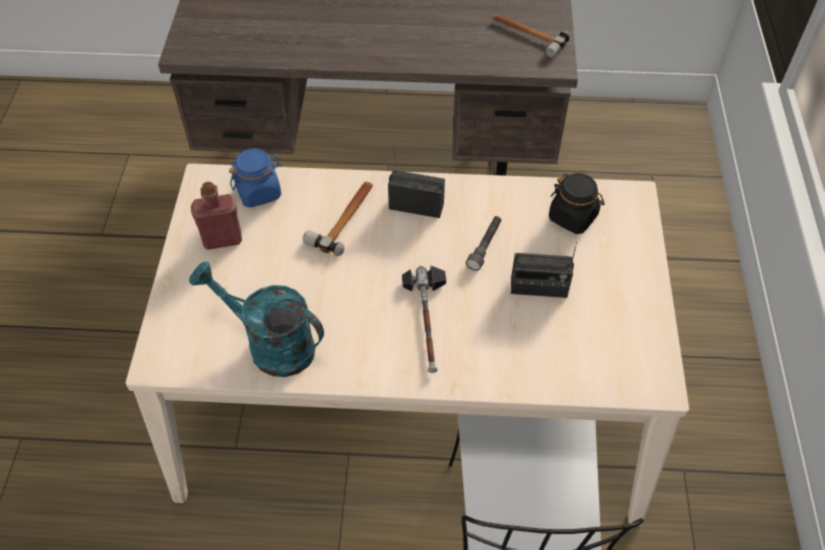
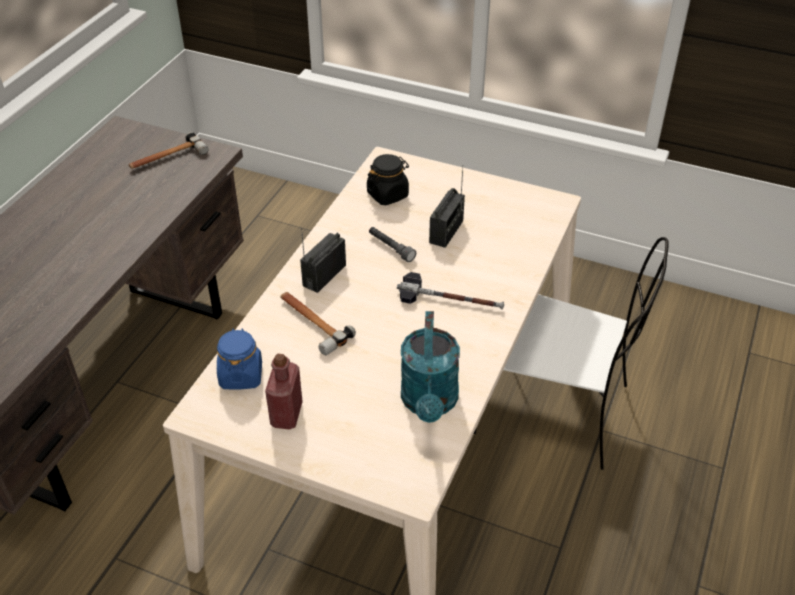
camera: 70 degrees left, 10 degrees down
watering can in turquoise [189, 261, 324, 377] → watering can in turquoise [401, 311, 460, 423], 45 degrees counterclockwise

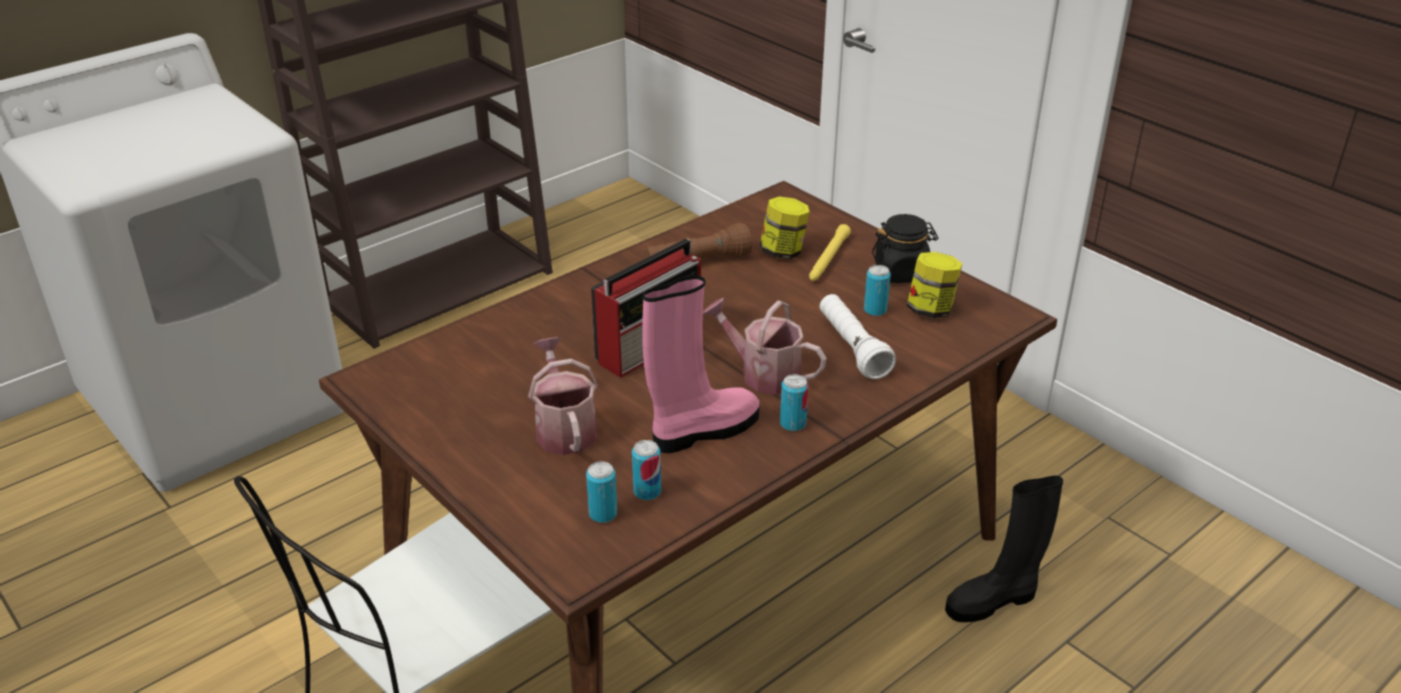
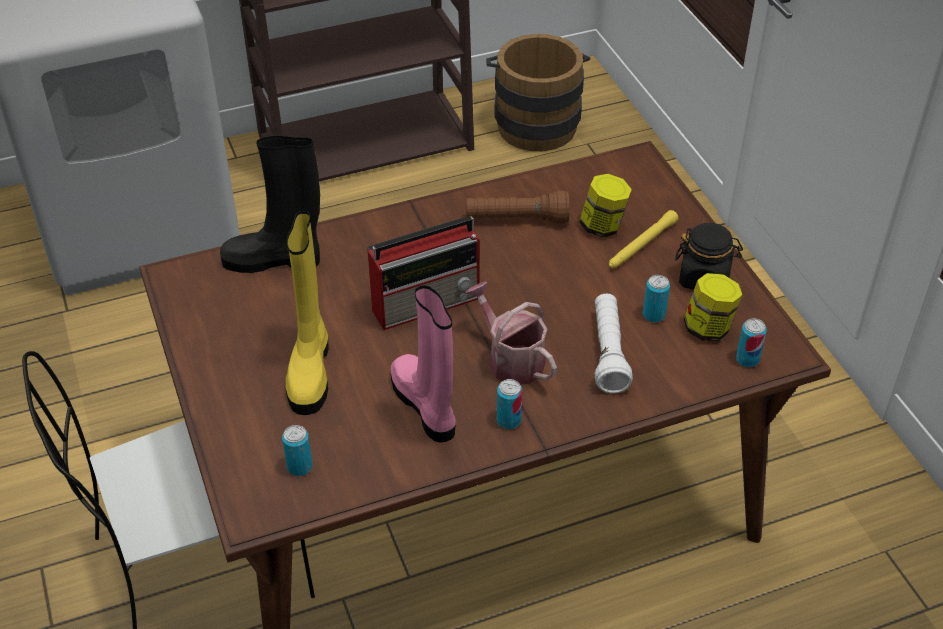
camera: 20 degrees right, 10 degrees up
watering can [528, 337, 598, 455] → boot in yellow [285, 211, 329, 415]
can [632, 440, 661, 500] → can [736, 318, 767, 367], shifted
boot in pink [642, 275, 760, 453] → boot in pink [391, 285, 456, 443], 105 degrees counterclockwise
boot in black [945, 476, 1063, 622] → boot in black [220, 136, 320, 273], shifted
- → bucket in brown [486, 34, 590, 151]

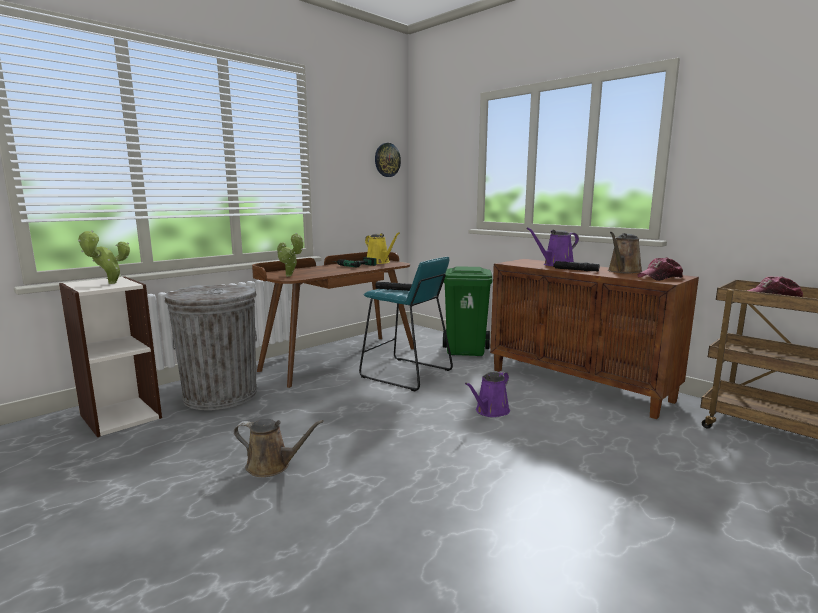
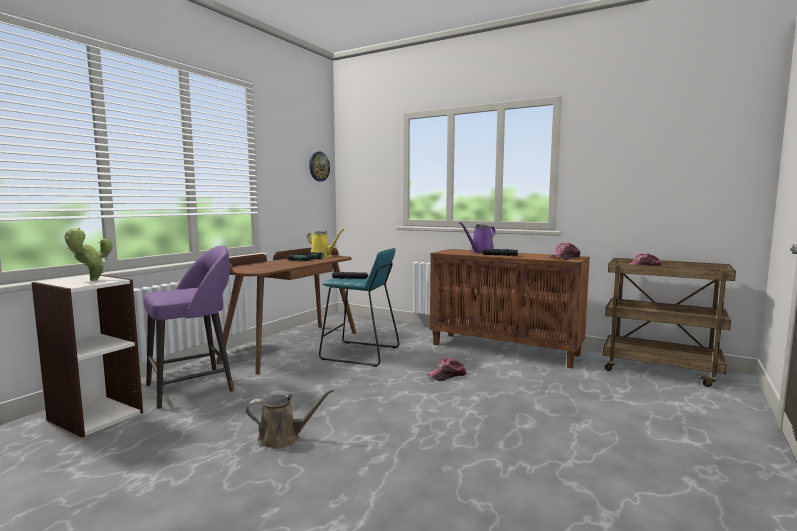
camera: 15 degrees left, 5 degrees down
trash can in grey [165, 285, 257, 410] → stool in purple [144, 246, 234, 409]
potted plant [277, 233, 303, 277] → -
trash can in green [443, 266, 493, 356] → -
watering can in purple [465, 371, 510, 417] → cap [427, 359, 466, 381]
watering can in brown [608, 232, 643, 274] → -

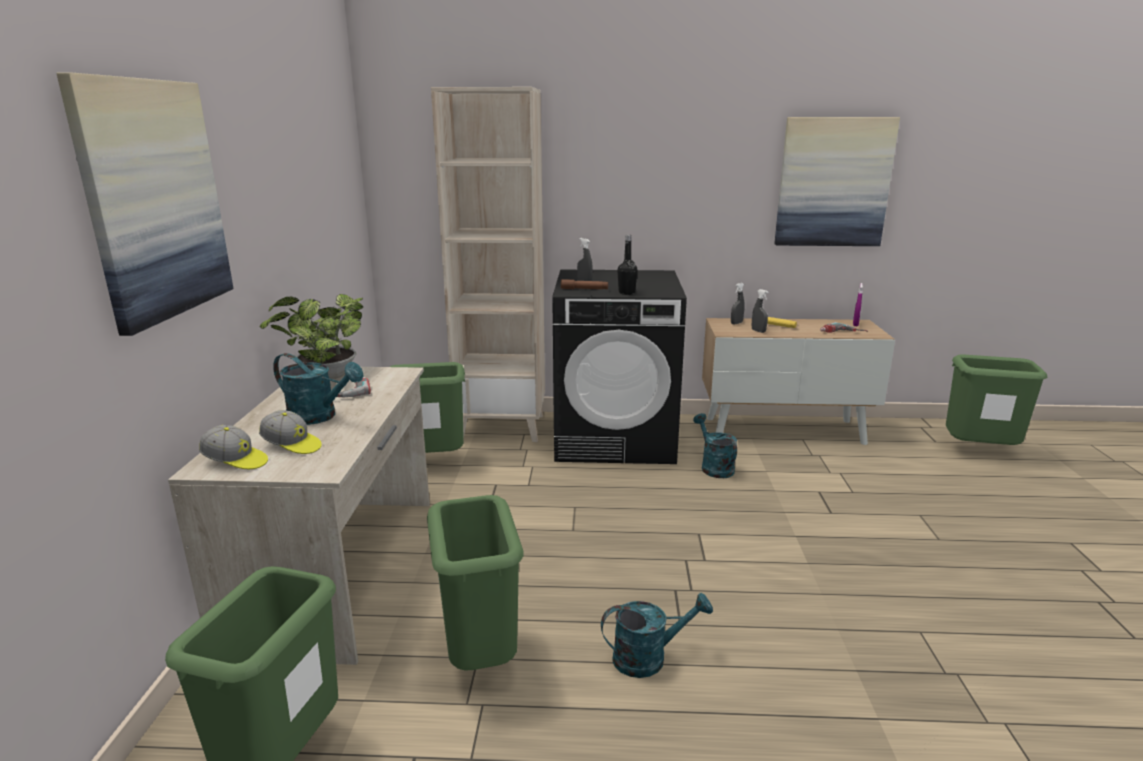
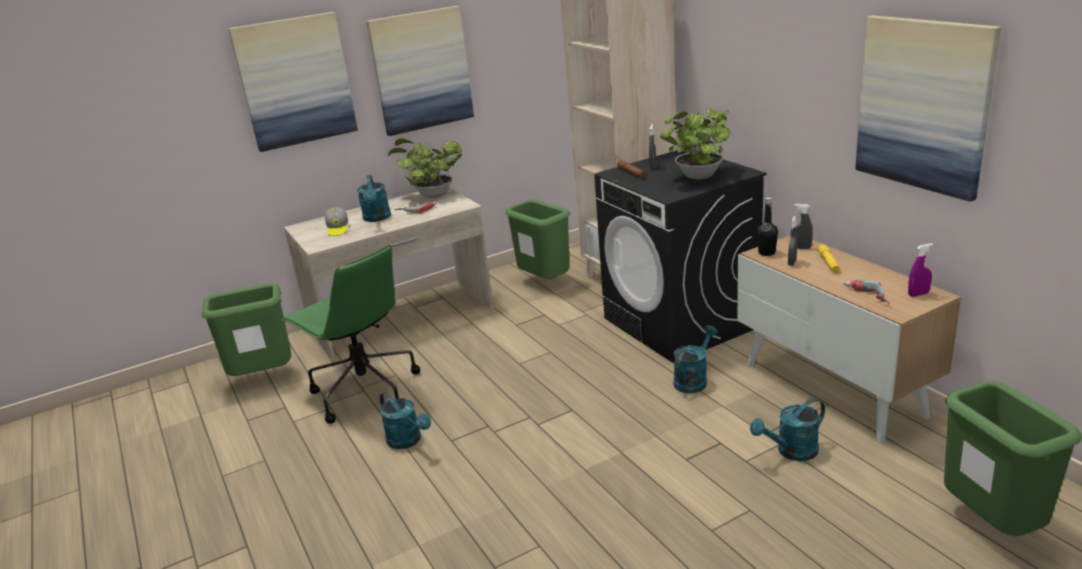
camera: 60 degrees right, 5 degrees up
cap [199, 425, 268, 469] → -
trash can in green [427, 495, 524, 671] → office chair in green [281, 245, 420, 424]
bottle in black [617, 235, 638, 295] → bottle in black [757, 197, 778, 256], shifted
- → picture [367, 6, 474, 136]
- → potted plant [660, 108, 730, 179]
- → watering can in turquoise [750, 398, 825, 461]

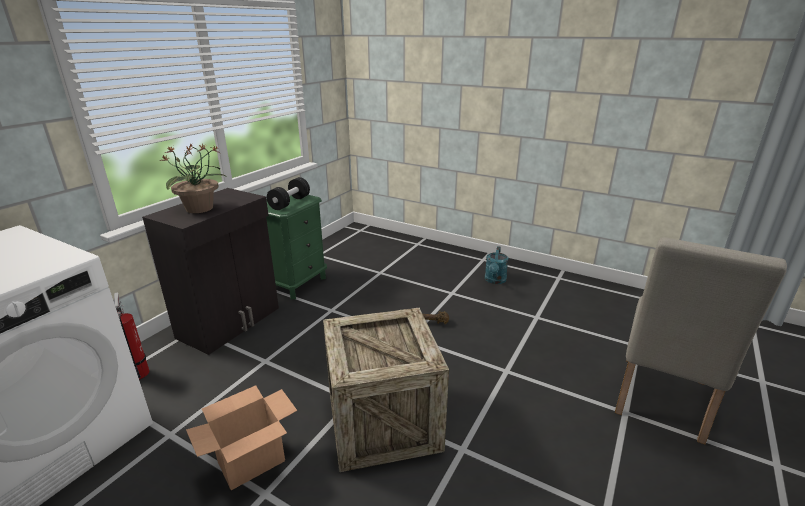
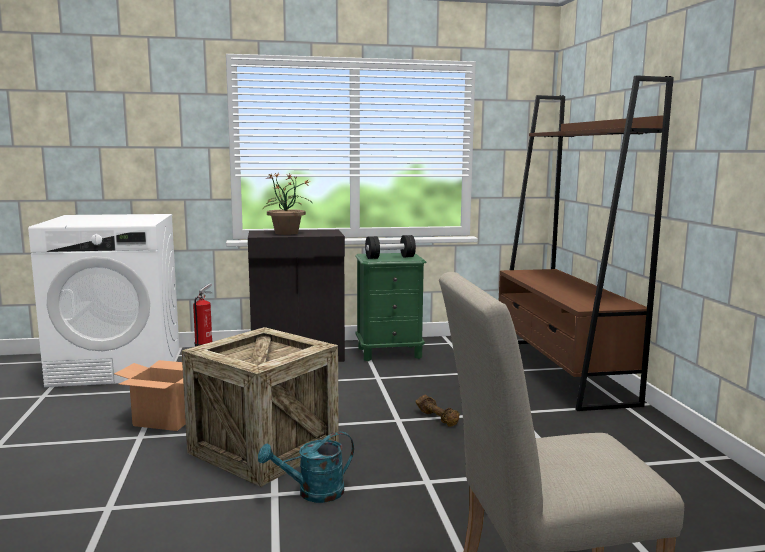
camera: 50 degrees right, 15 degrees down
watering can in turquoise [485, 246, 508, 284] → watering can in turquoise [258, 432, 354, 503], shifted
- → bookcase in brown [499, 75, 674, 411]

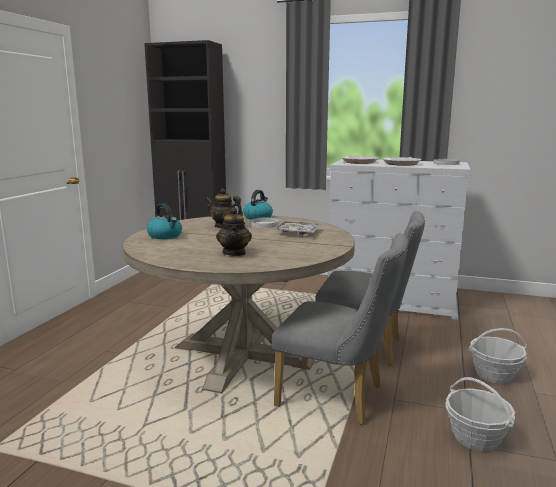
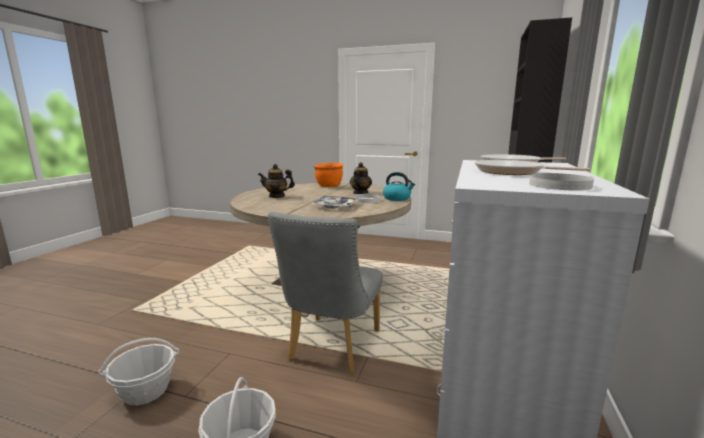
camera: 90 degrees right, 0 degrees up
kettle [147, 203, 182, 239] → cooking pot in orange [314, 163, 344, 187]
chair in grey [272, 233, 408, 425] → -

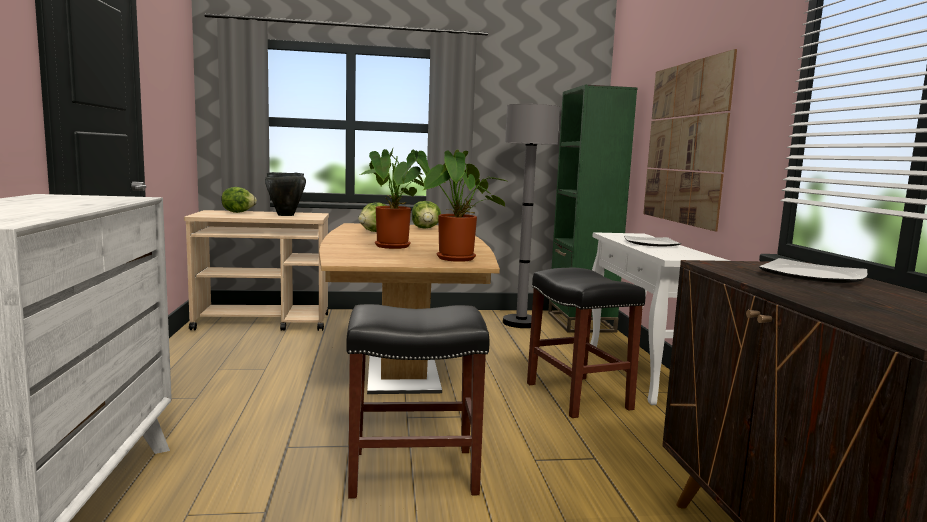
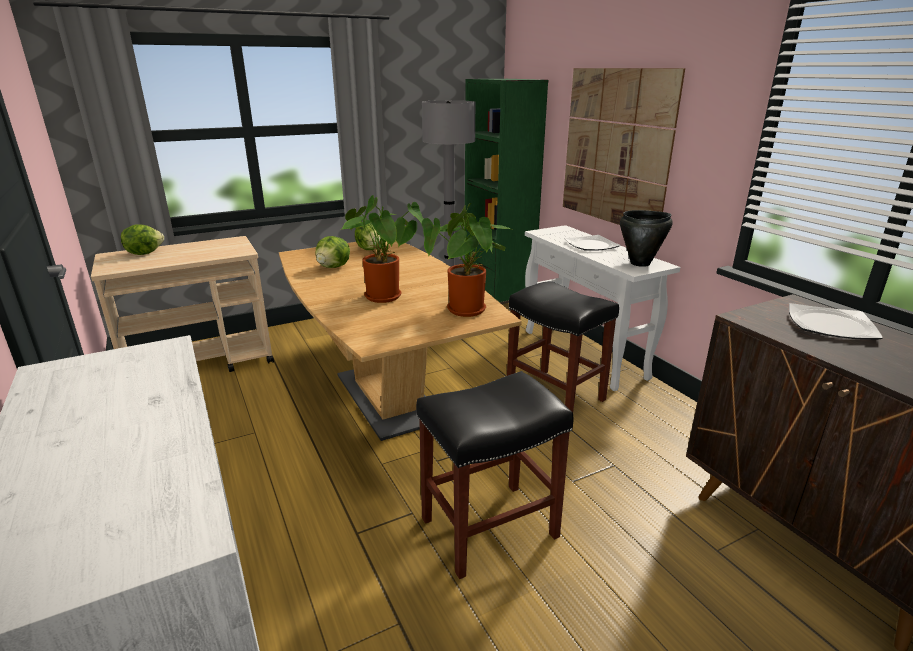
camera: 20 degrees left, 15 degrees up
cooking pot in black [265, 172, 306, 216] → cooking pot in black [620, 210, 673, 267], shifted

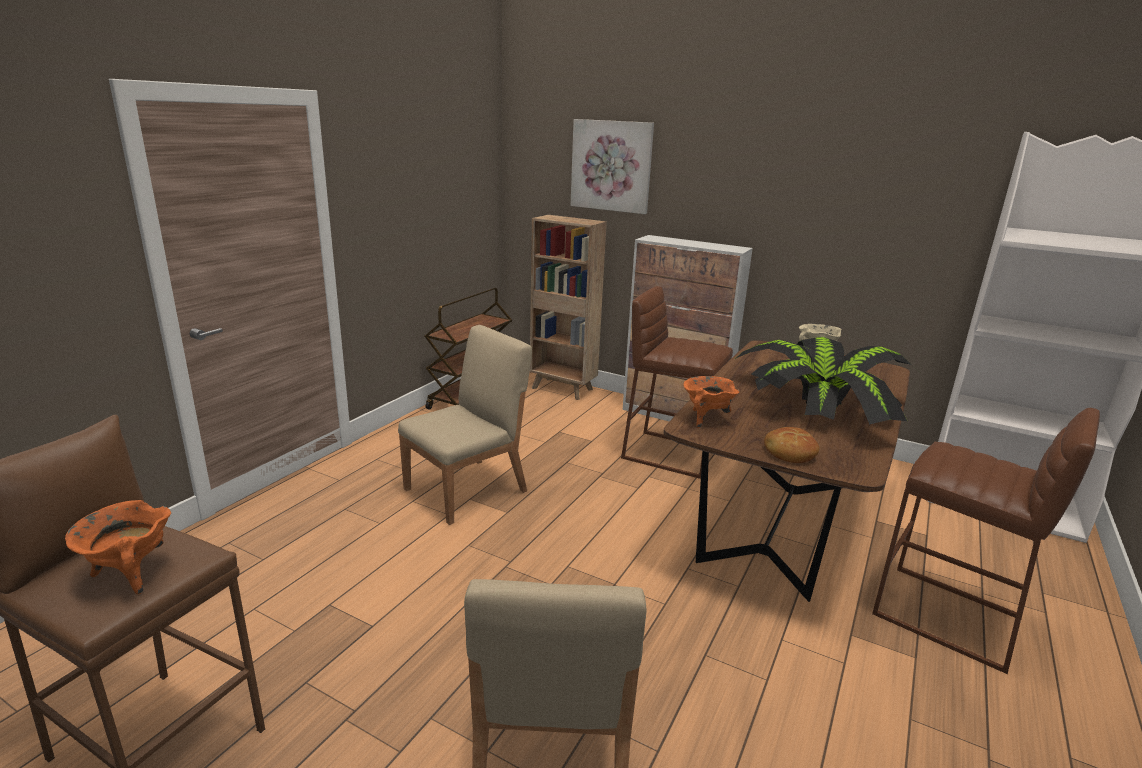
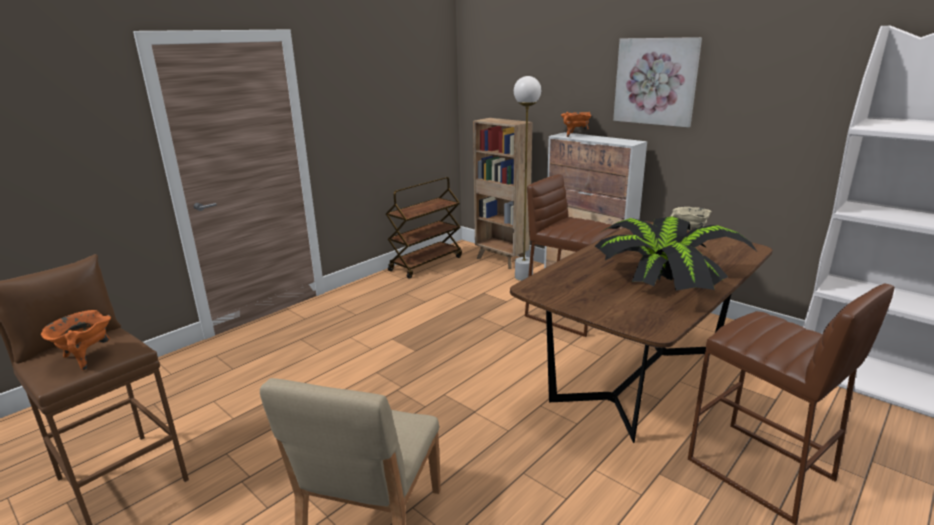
camera: 15 degrees right, 0 degrees up
chair in beige [398, 325, 532, 525] → -
picture [570, 119, 654, 214] → picture [613, 37, 702, 127], shifted
cooking pot in orange [683, 376, 739, 428] → cooking pot in orange [561, 112, 592, 137], shifted
bread [764, 427, 819, 463] → -
- → floor lamp in white [514, 76, 541, 281]

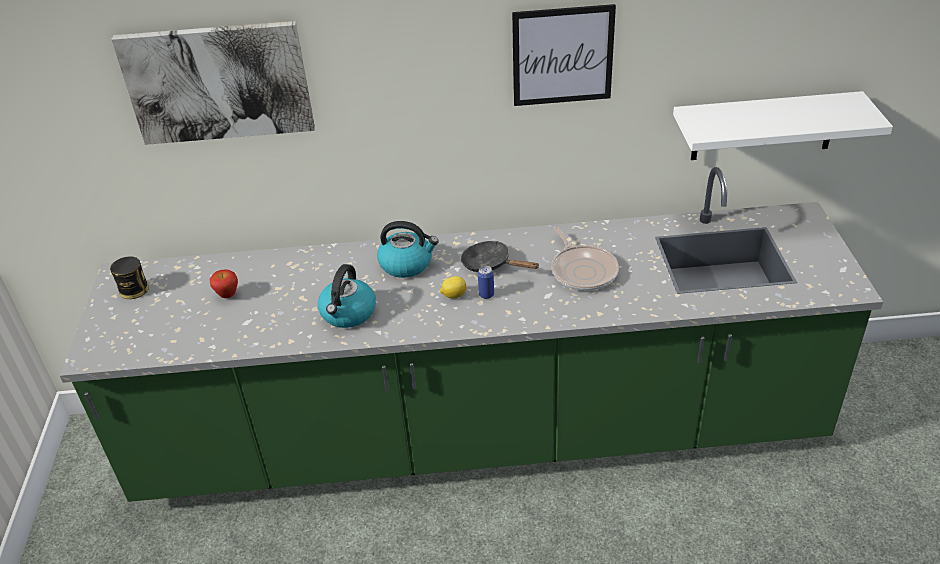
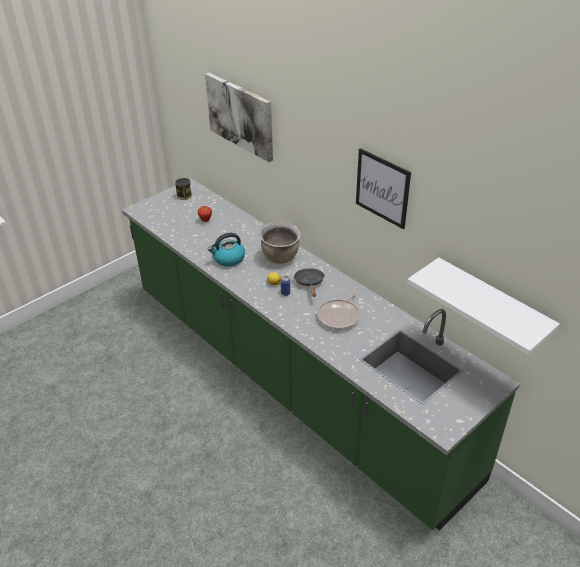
camera: 50 degrees right, 0 degrees up
kettle [377, 221, 439, 278] → cooking pot in brown [260, 222, 301, 264]

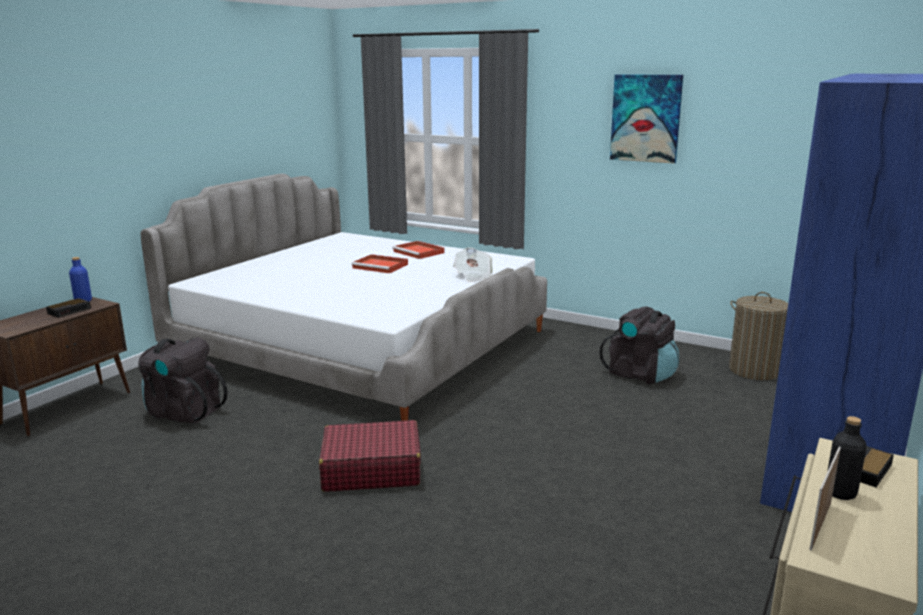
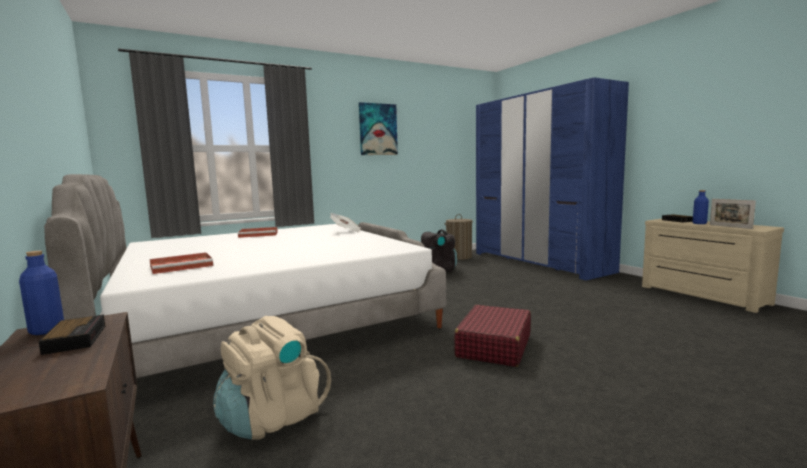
camera: 60 degrees left, 10 degrees down
backpack in black [138, 337, 228, 424] → backpack in beige [213, 316, 331, 440]
tray in red [351, 254, 408, 273] → tray in red [150, 252, 214, 274], shifted
bottle in black [827, 416, 867, 500] → bottle in blue [693, 190, 709, 224]

